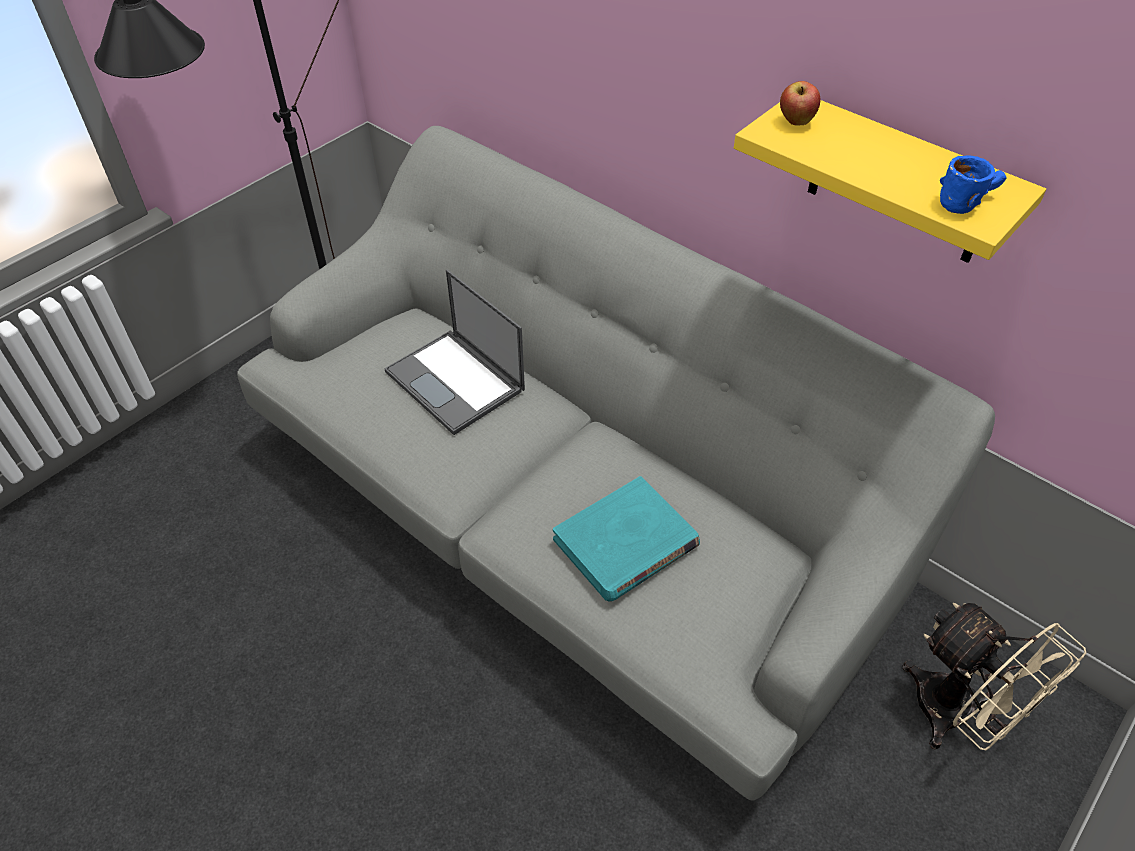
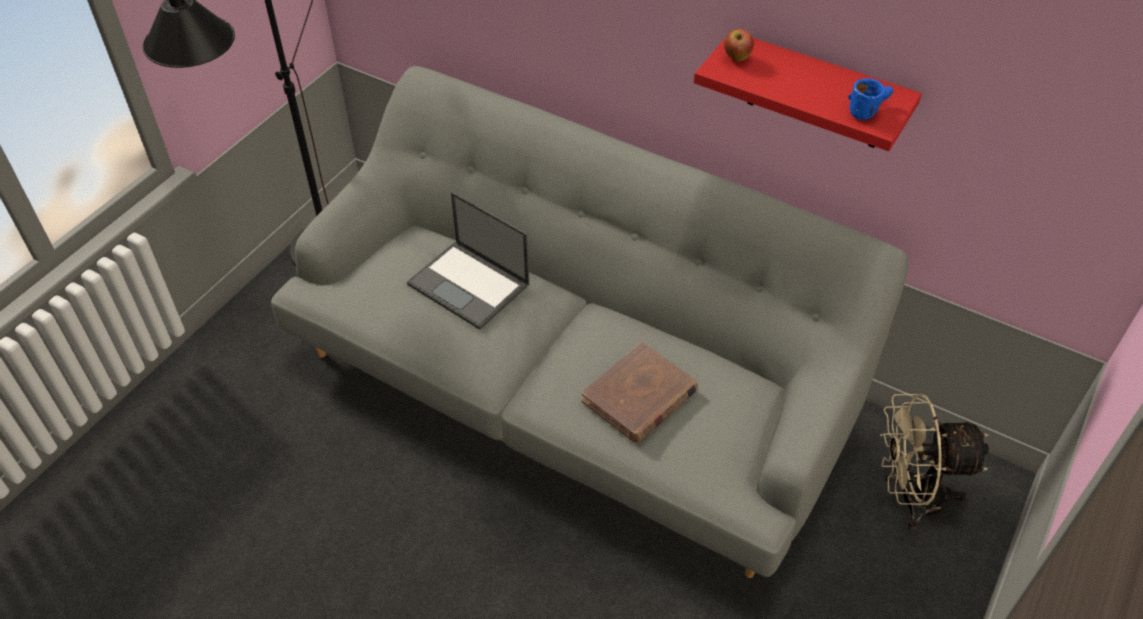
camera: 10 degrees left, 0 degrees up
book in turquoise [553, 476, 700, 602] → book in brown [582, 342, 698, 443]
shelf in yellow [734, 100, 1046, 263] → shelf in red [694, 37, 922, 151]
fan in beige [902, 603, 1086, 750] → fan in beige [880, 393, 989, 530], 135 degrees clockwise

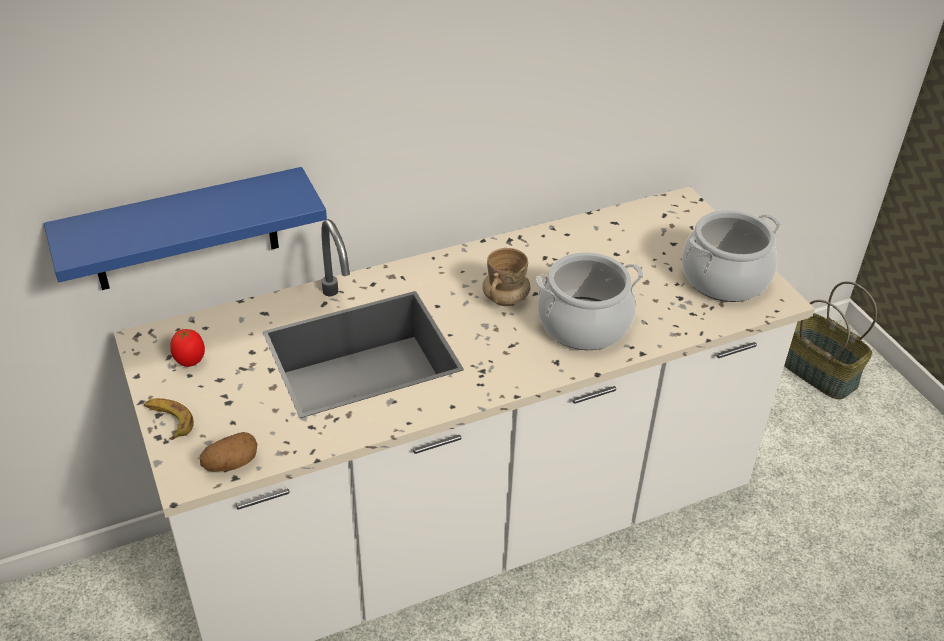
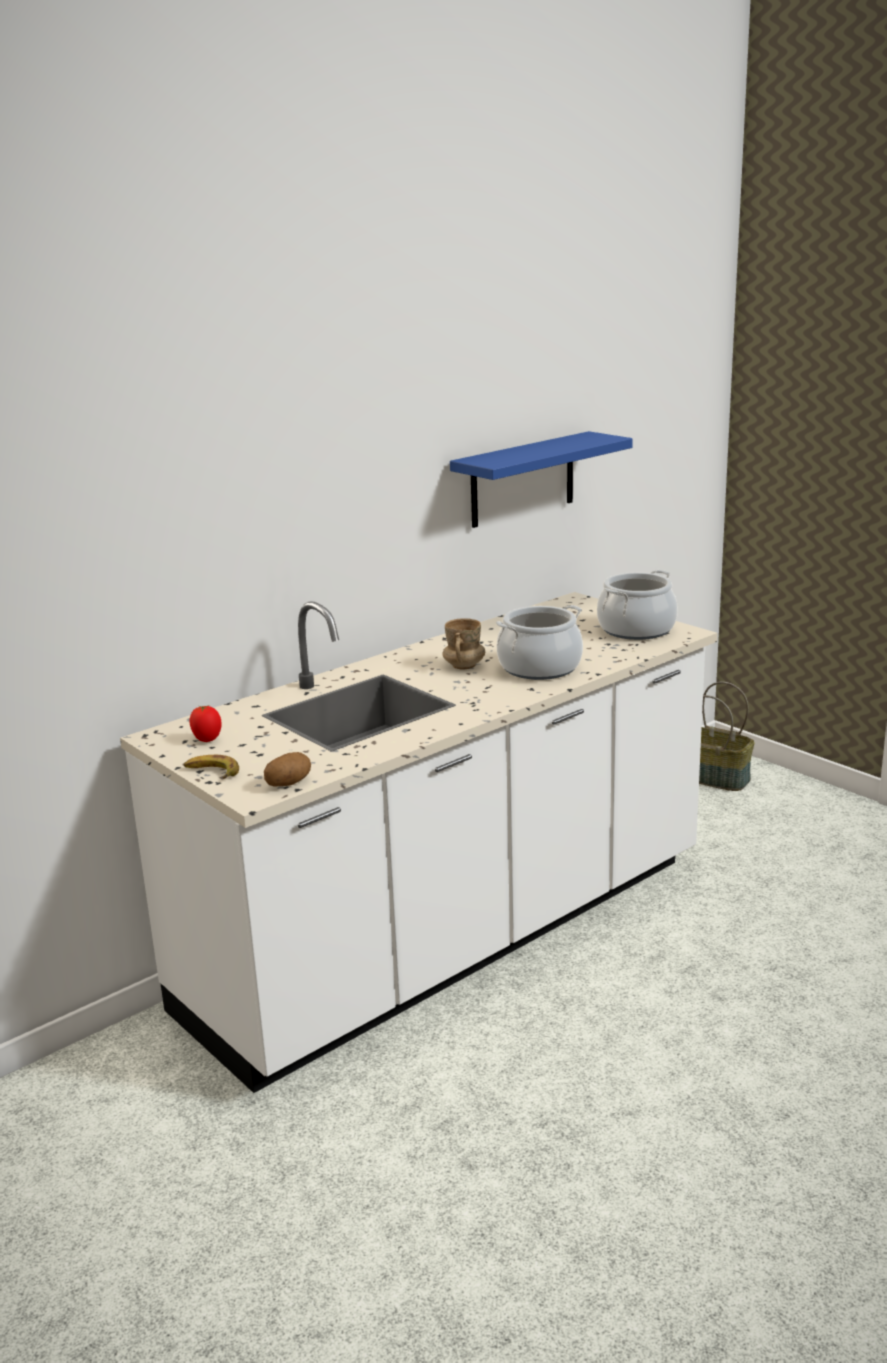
camera: 15 degrees left, 20 degrees down
shelf in blue [44, 167, 327, 290] → shelf in blue [450, 431, 633, 528], shifted

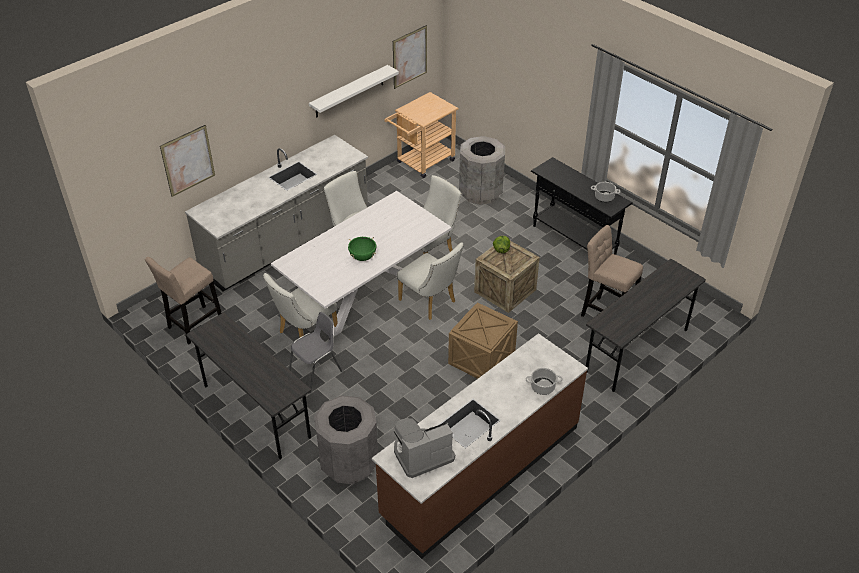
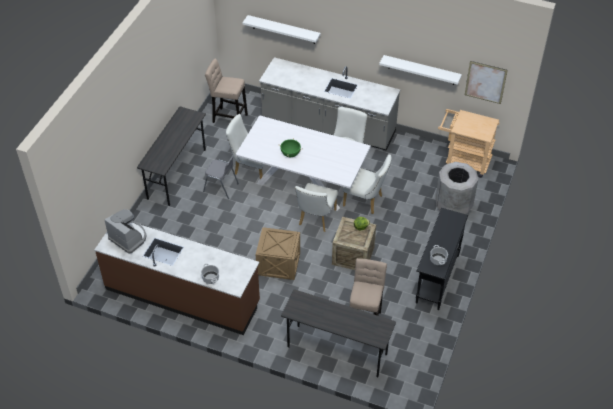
camera: 65 degrees right, 5 degrees up
picture [160, 125, 215, 197] → shelf in white [242, 15, 321, 44]
trash can in grey [314, 395, 378, 484] → -

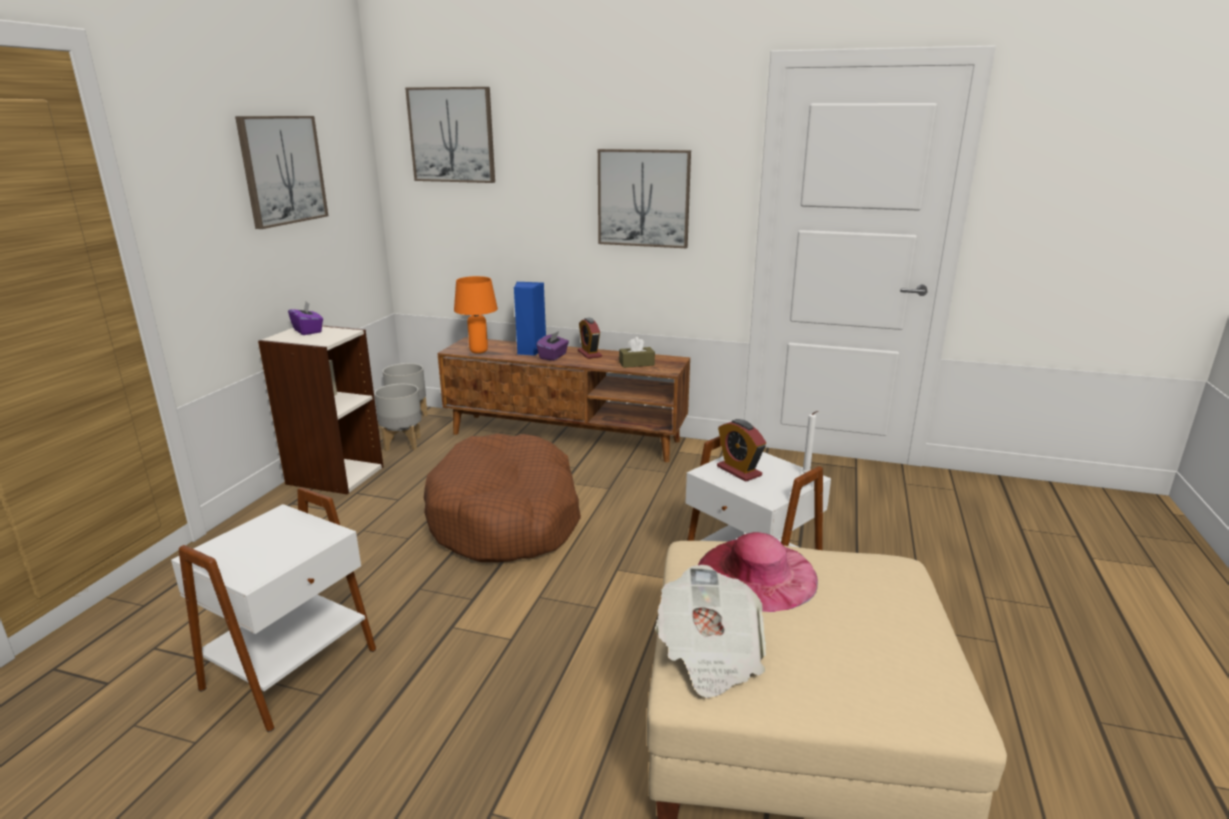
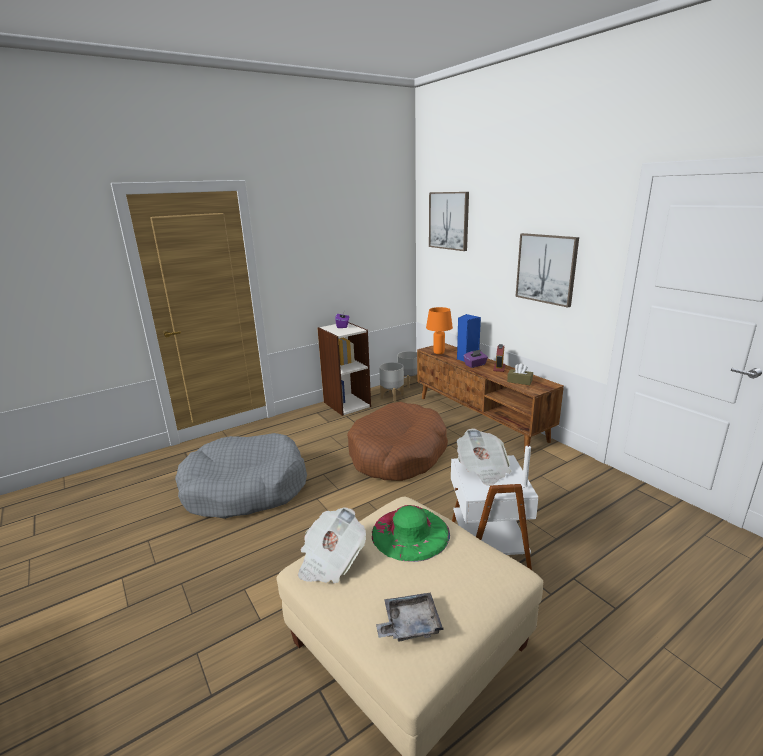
camera: 40 degrees right, 0 degrees up
side table in white [171, 488, 376, 732] → dog bed in grey [175, 433, 307, 519]
picture [235, 116, 328, 229] → -
hat in pink [698, 532, 818, 612] → hat in green [372, 505, 450, 562]
alarm clock [717, 419, 766, 482] → newspaper [457, 429, 511, 486]
- → tray in grey [376, 592, 444, 641]

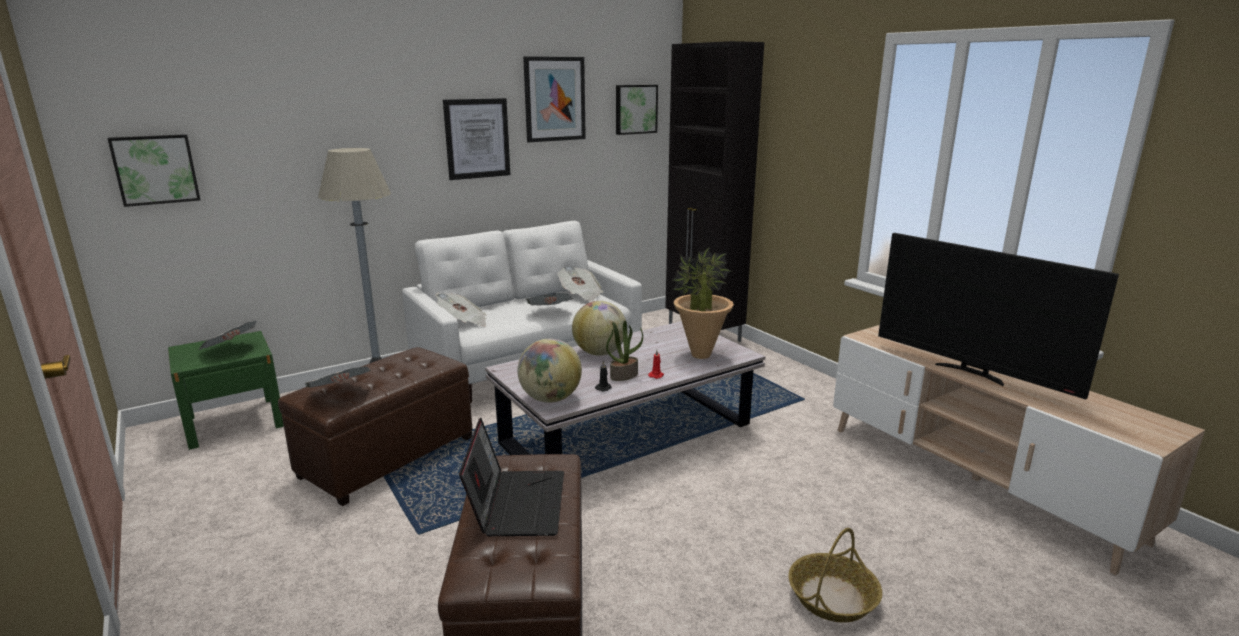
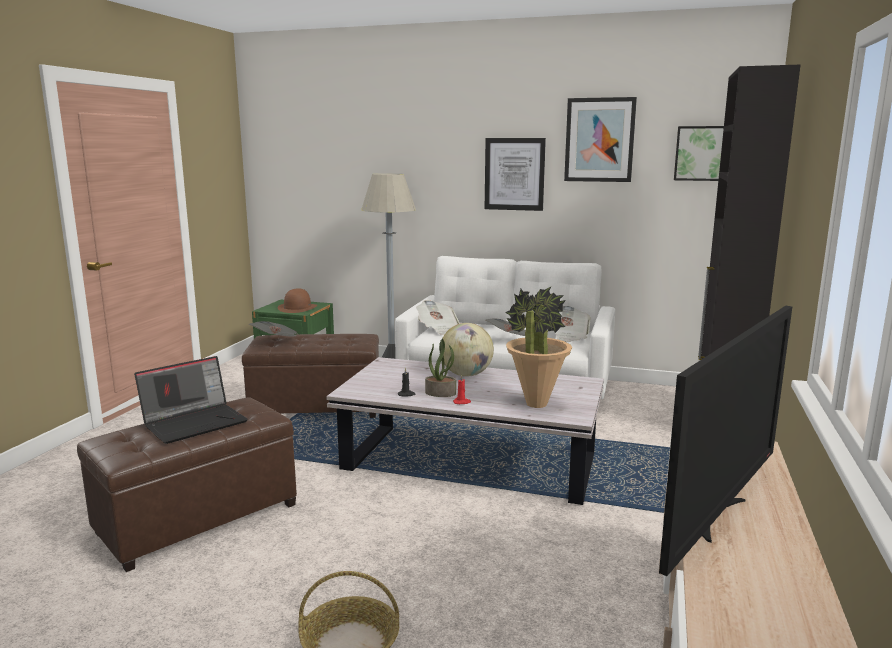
camera: 50 degrees right, 5 degrees down
picture [107, 134, 200, 207] → -
newspaper [198, 321, 257, 350] → hat in brown [277, 288, 317, 313]
globe [518, 339, 582, 403] → -
television [878, 233, 1119, 399] → television [659, 306, 792, 576], 150 degrees counterclockwise

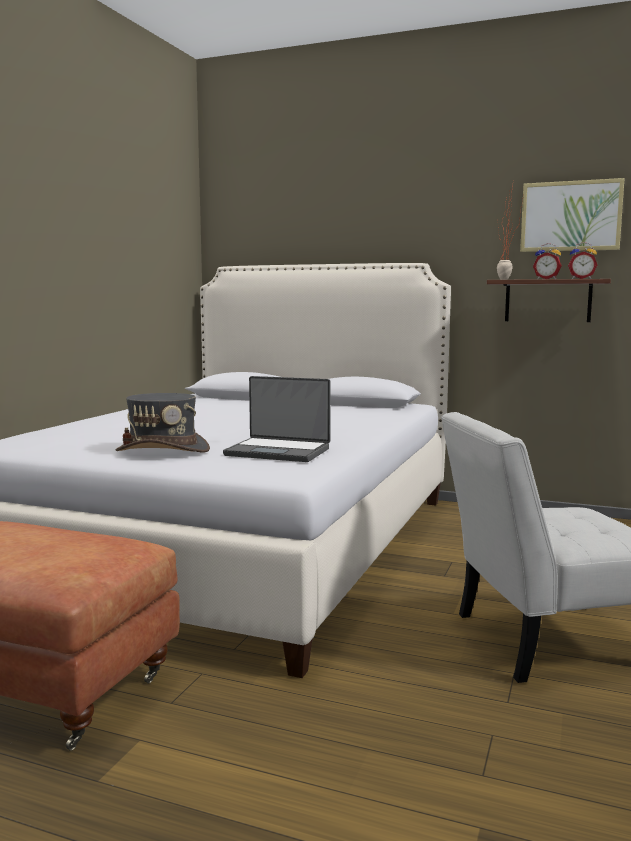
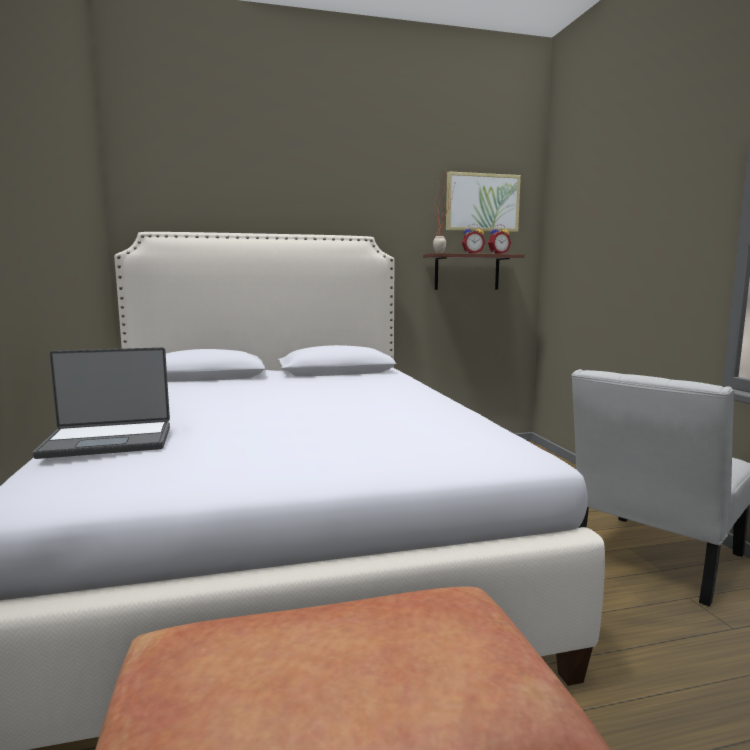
camera: 35 degrees left, 0 degrees up
hat in grey [116, 393, 210, 453] → -
laptop [223, 376, 331, 462] → laptop [33, 347, 170, 459], shifted

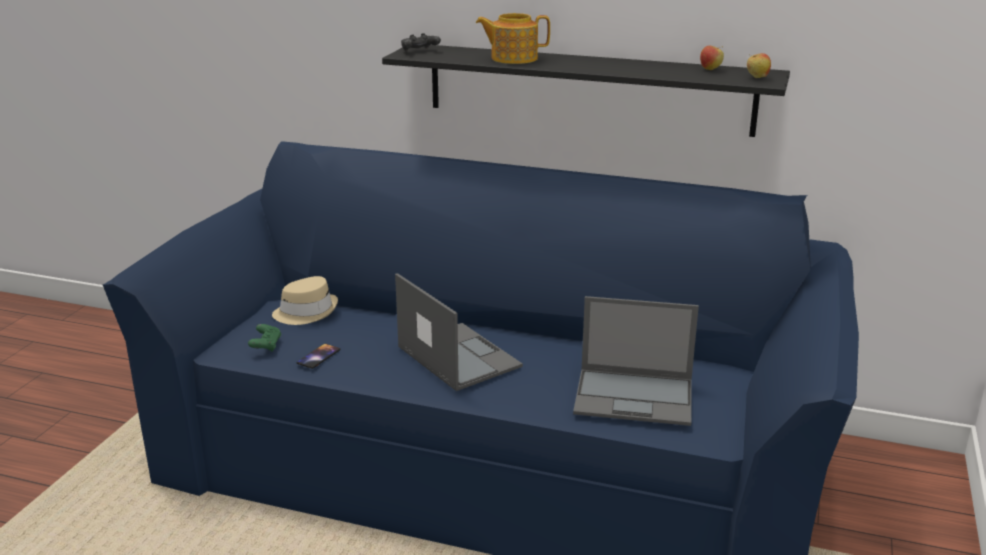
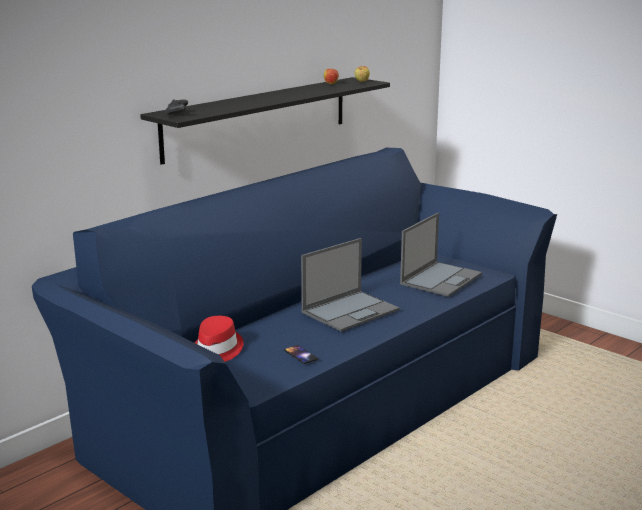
camera: 65 degrees left, 5 degrees down
game controller in green [248, 324, 281, 352] → -
hat in beige [272, 276, 338, 325] → hat in red [195, 316, 244, 362]
laptop [395, 273, 523, 391] → laptop [301, 238, 400, 331], 150 degrees clockwise
teapot [476, 13, 550, 64] → -

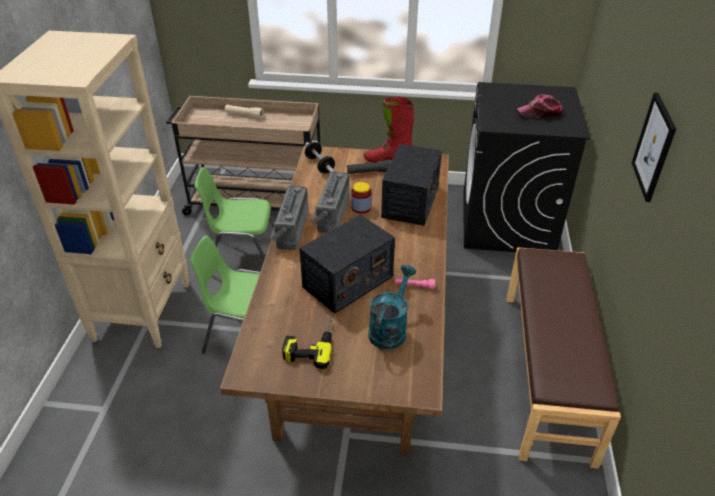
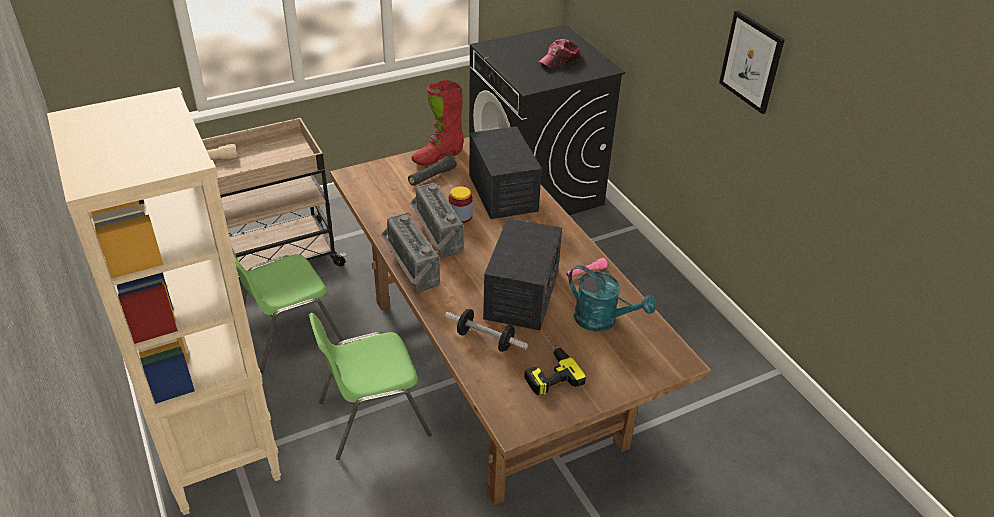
camera: 35 degrees left, 0 degrees up
dumbbell [305, 142, 335, 174] → dumbbell [445, 309, 528, 352], shifted
watering can in turquoise [368, 265, 417, 349] → watering can in turquoise [569, 265, 656, 332], 135 degrees clockwise
bench in brown [507, 247, 621, 469] → -

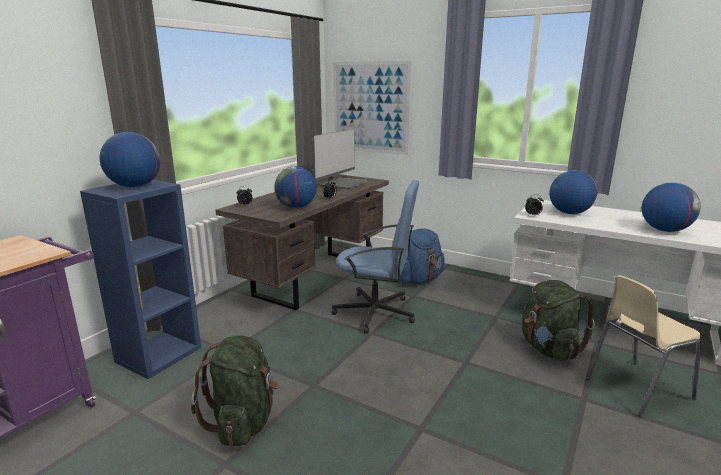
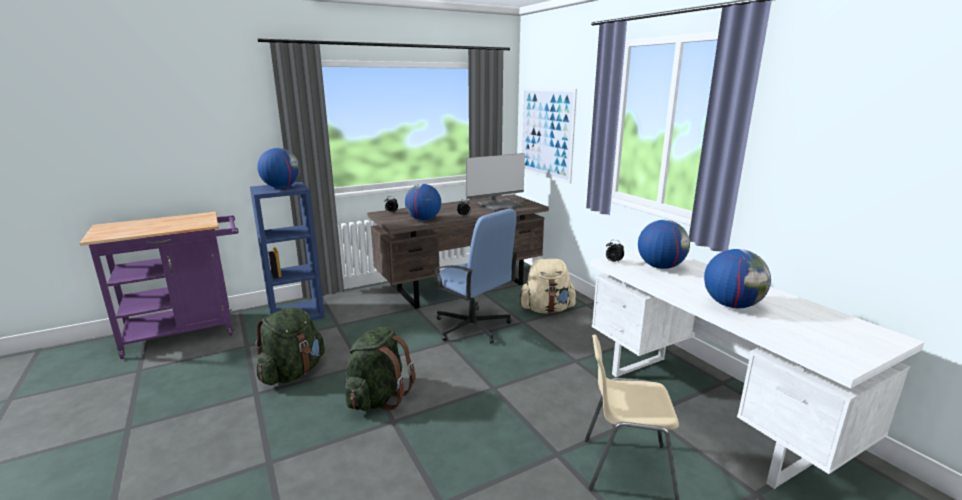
camera: 30 degrees right, 0 degrees up
backpack in blue [400, 228, 445, 284] → backpack in beige [520, 259, 577, 313]
backpack in green [522, 280, 595, 361] → backpack in green [345, 327, 416, 411], shifted

